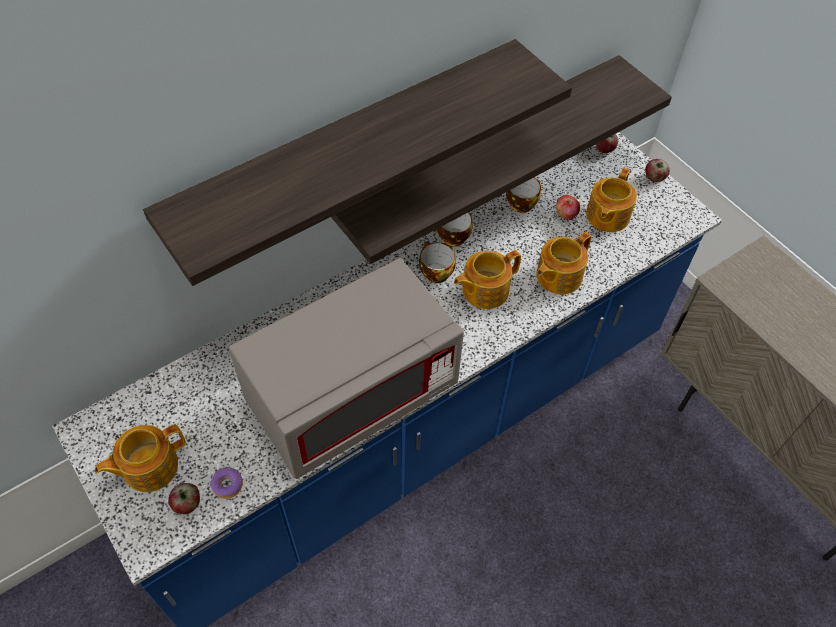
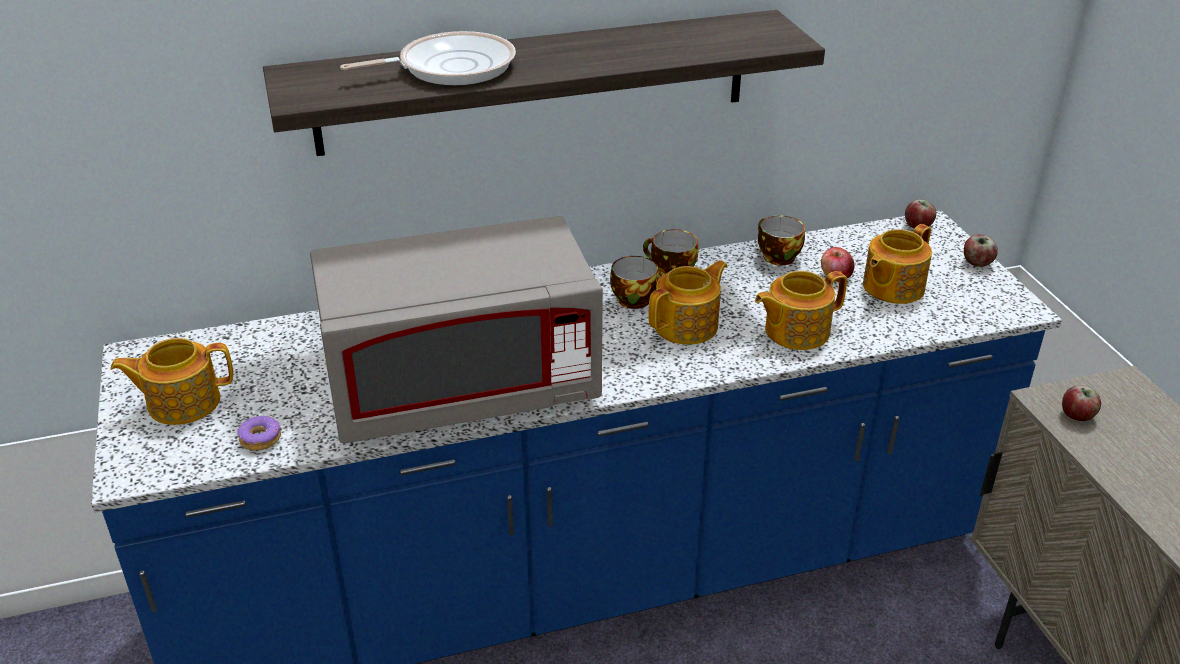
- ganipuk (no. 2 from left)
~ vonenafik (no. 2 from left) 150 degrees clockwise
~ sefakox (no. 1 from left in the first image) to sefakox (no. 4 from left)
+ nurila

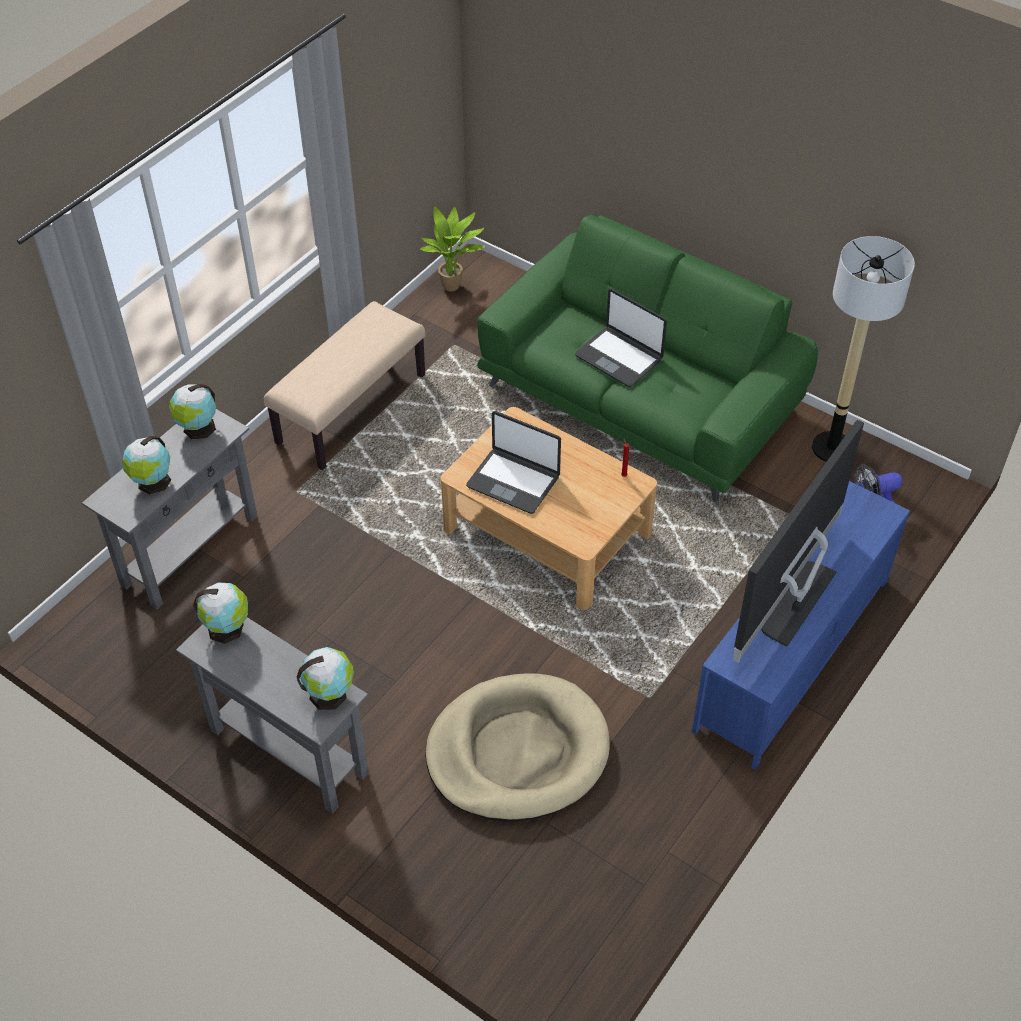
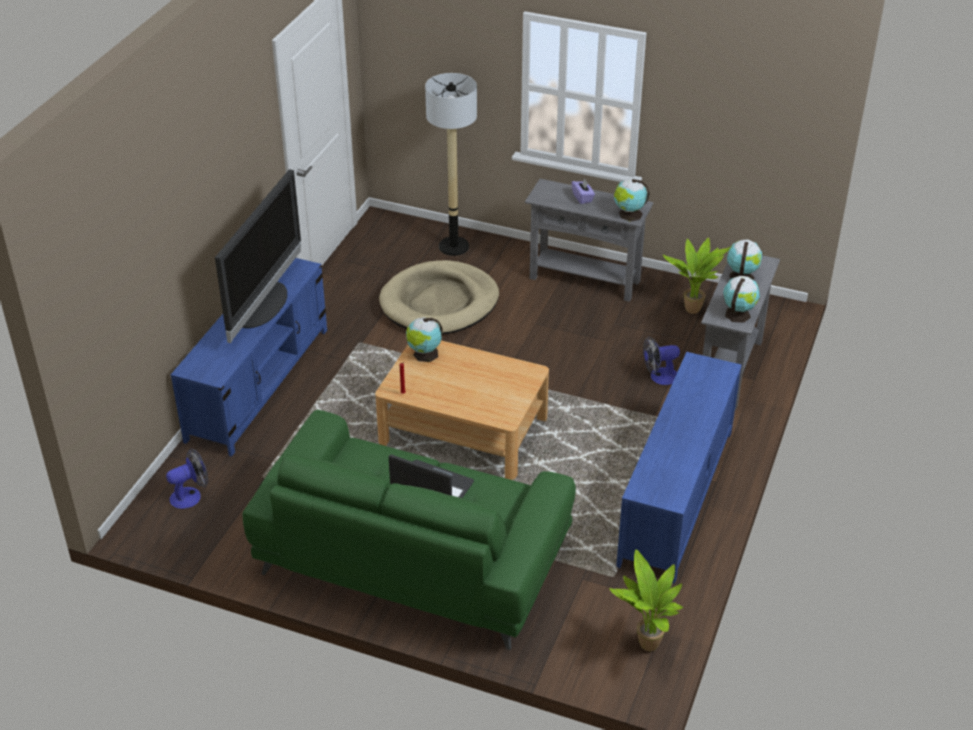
~ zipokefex
~ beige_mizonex to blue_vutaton (no. 2 from left)
- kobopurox (no. 1 from left)
~ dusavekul (no. 4 from left in the first image) to dusavekul (no. 1 from left)
+ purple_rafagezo
+ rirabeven (no. 2 from left)
+ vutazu (no. 2 from left)

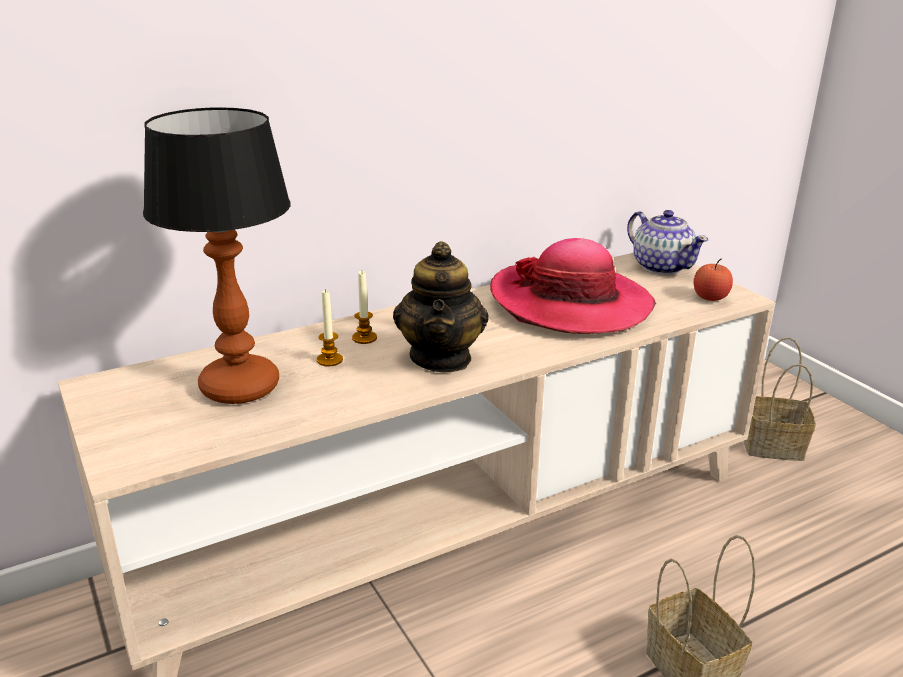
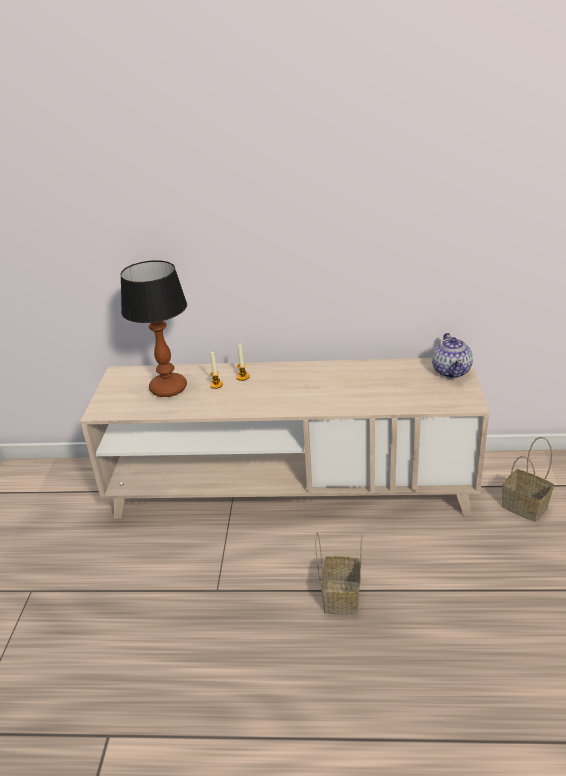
- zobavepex
- vonenafik (no. 1 from left)
- sefakox

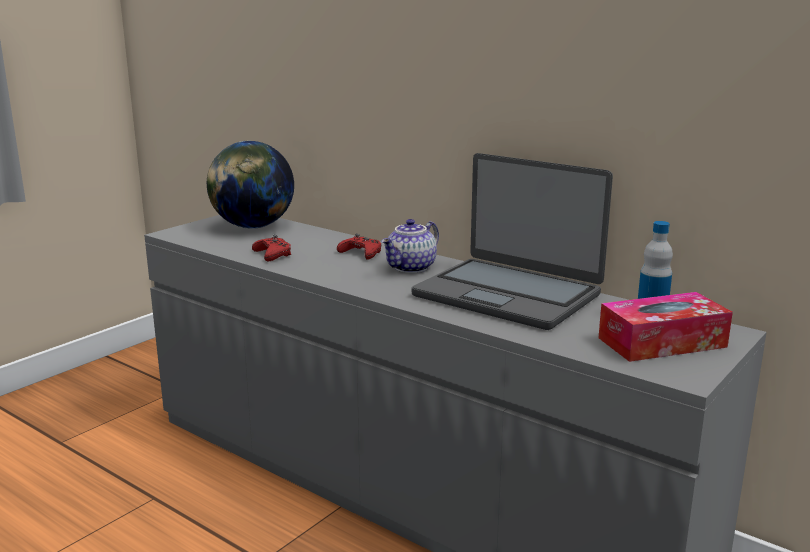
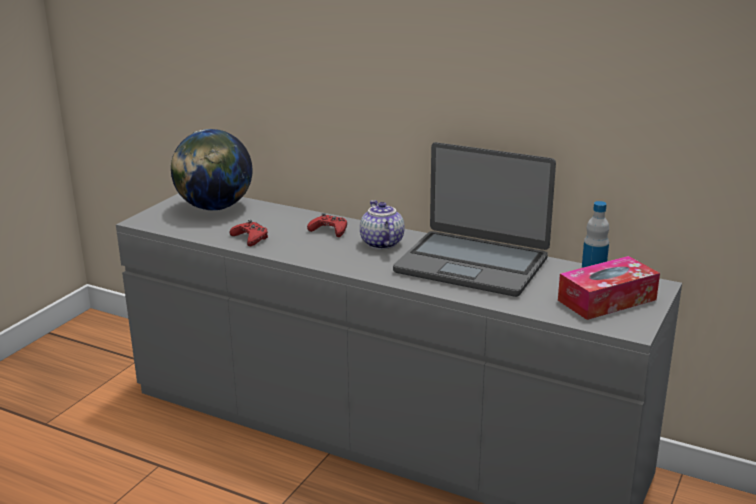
~ vonenafik 135 degrees clockwise

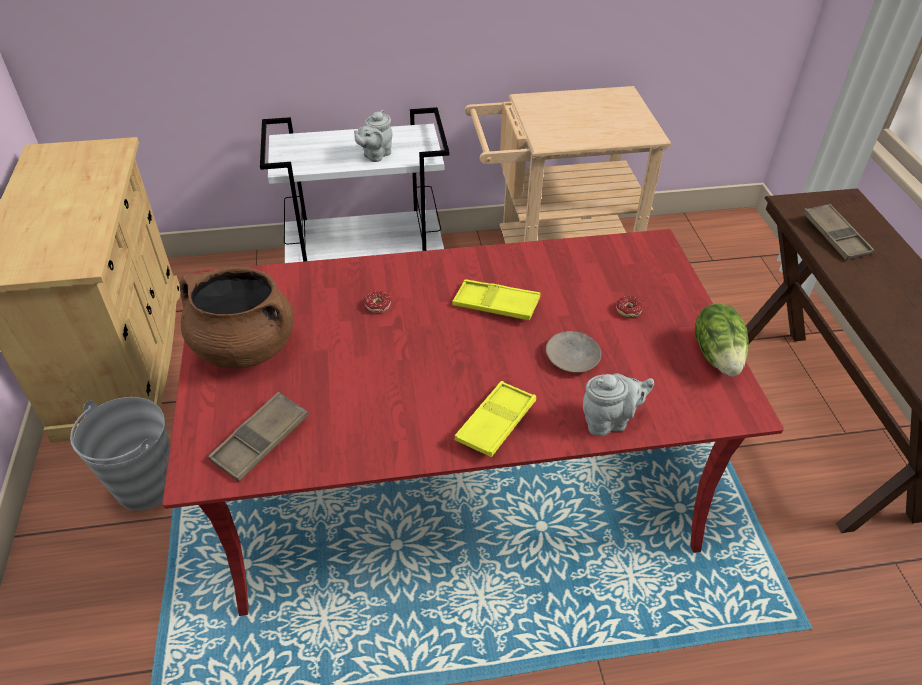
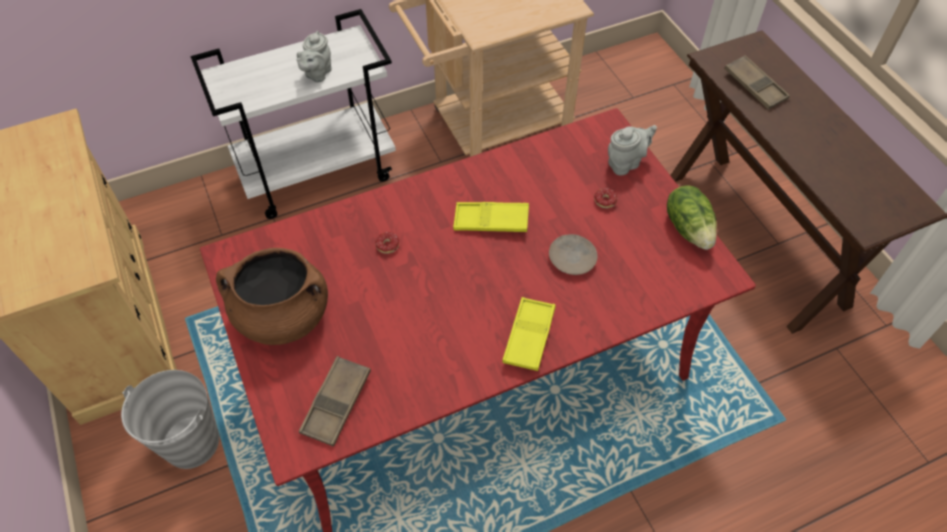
~ grey_vonenafik (no. 2 from left)

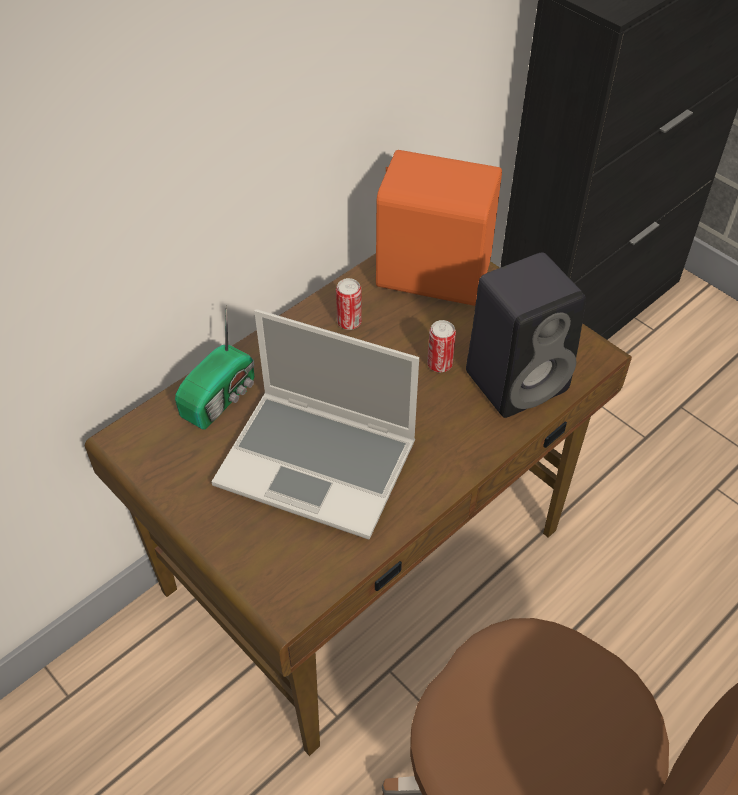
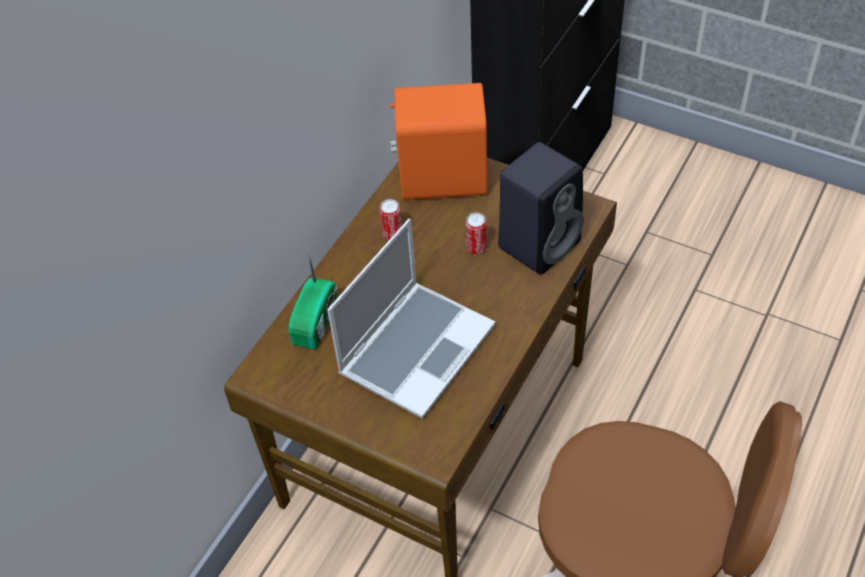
~ kobopurox 60 degrees counterclockwise

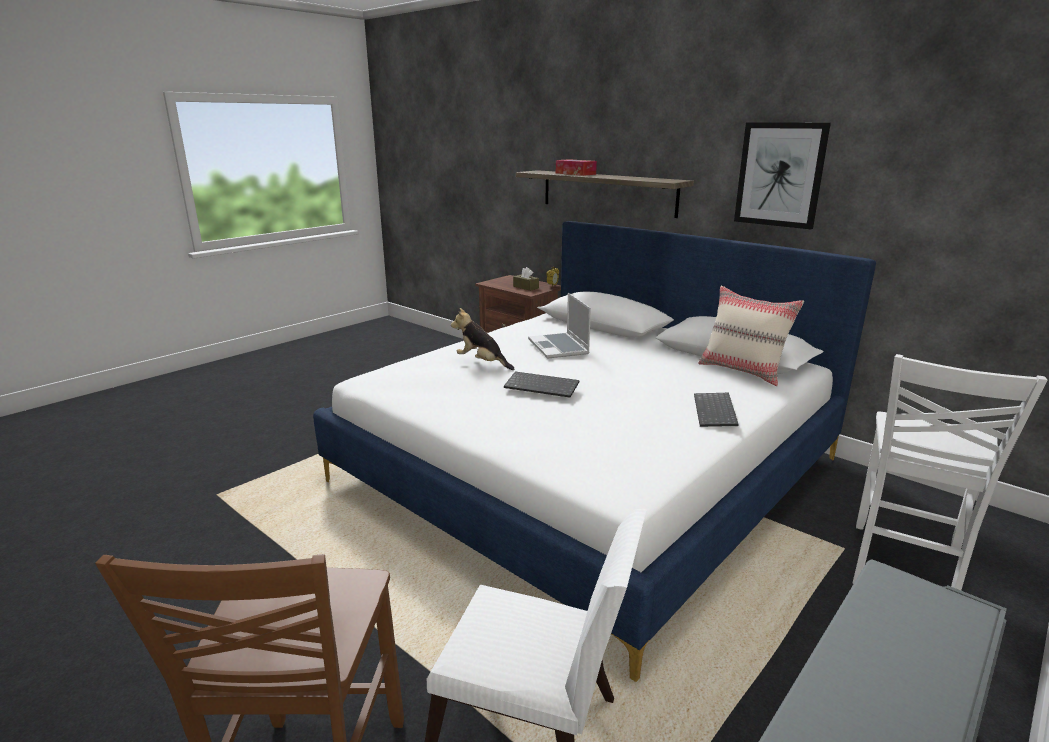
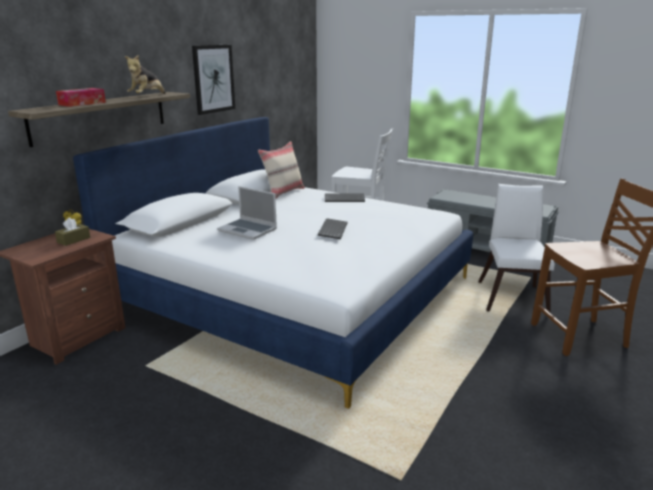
~ kobopurox 60 degrees clockwise
~ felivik

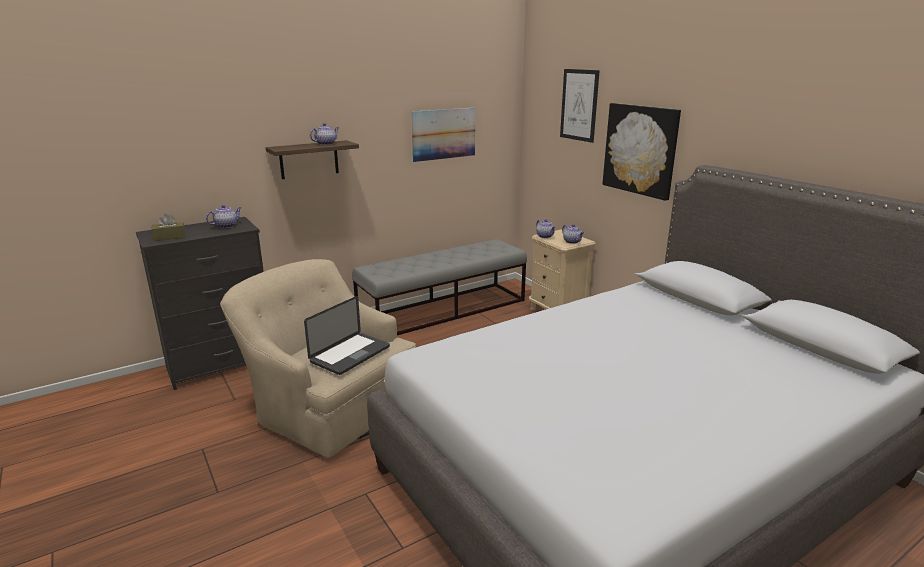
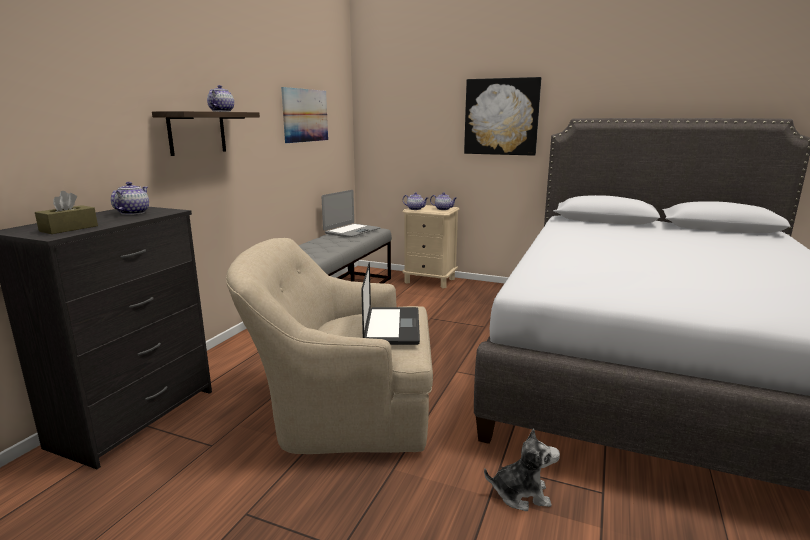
- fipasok (no. 2 from left)
+ kobopurox (no. 1 from left)
+ felivik

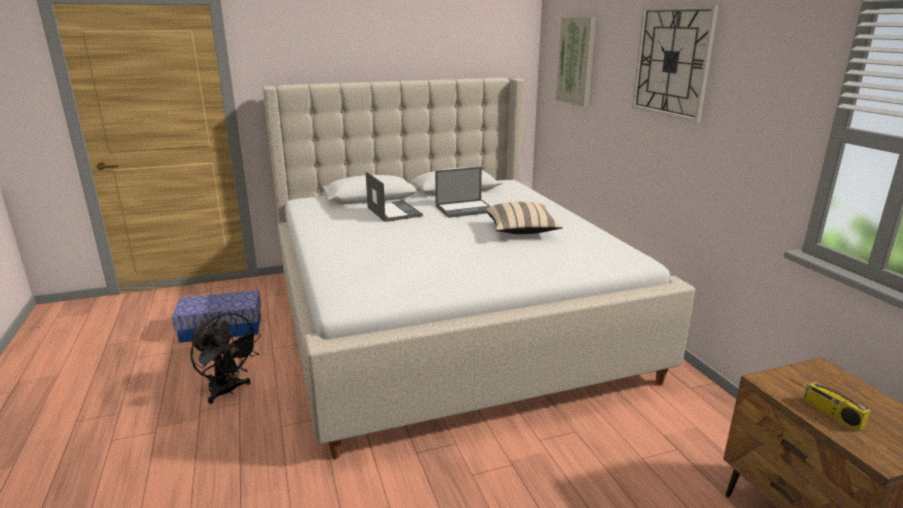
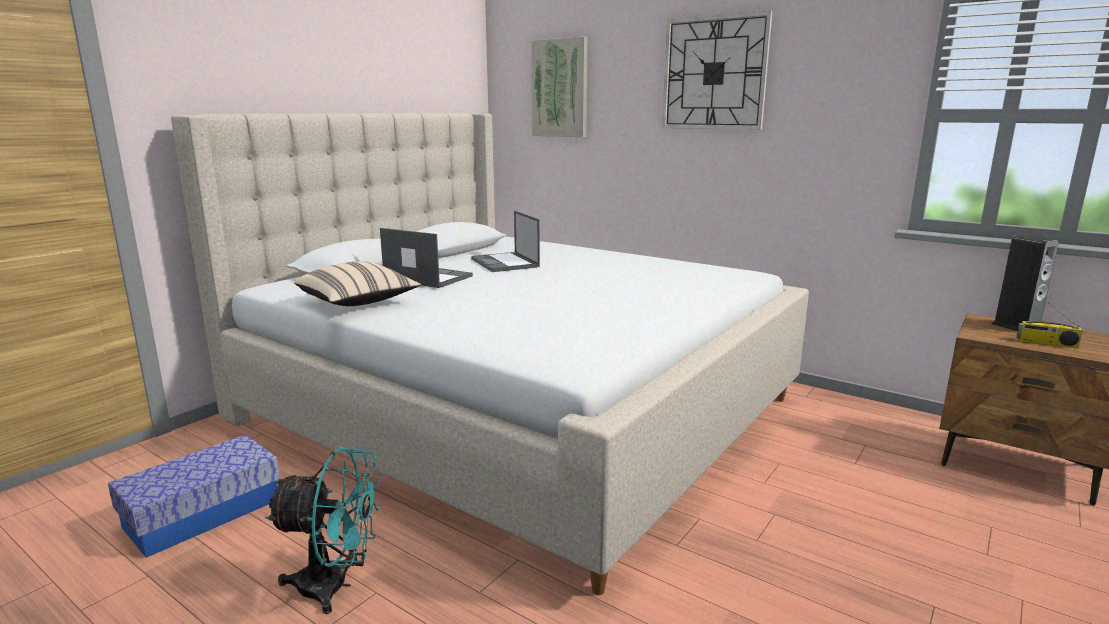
~ kobopurox (no. 2 from left) 120 degrees clockwise
~ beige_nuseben
~ black_vutazu to turquoise_vutazu
+ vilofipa

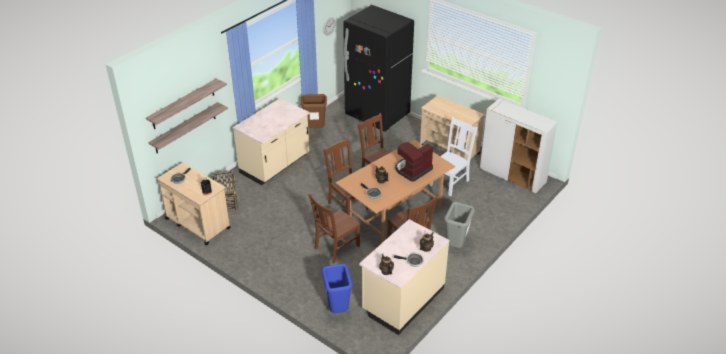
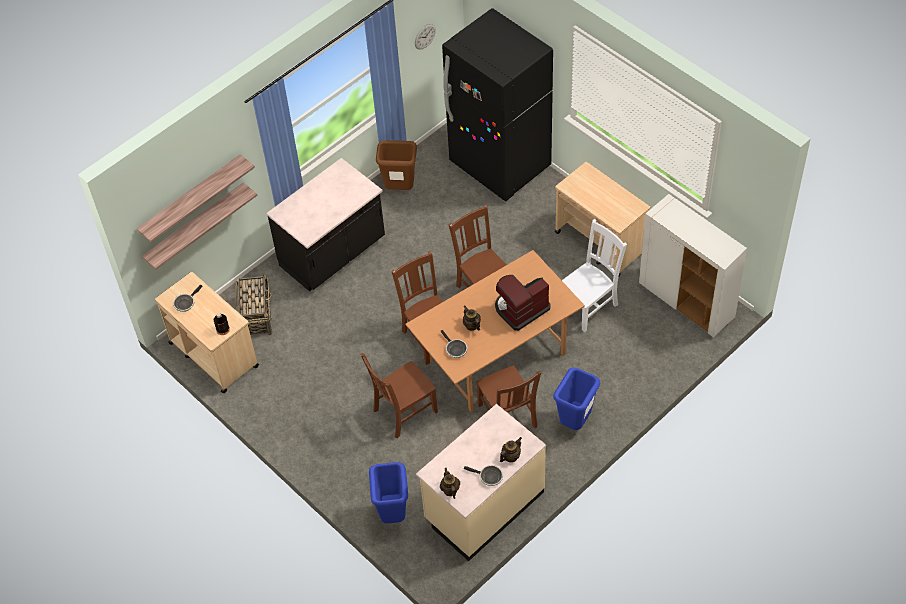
~ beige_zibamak (no. 1 from left) to black_zibamak
~ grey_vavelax to blue_vavelax (no. 2 from left)

